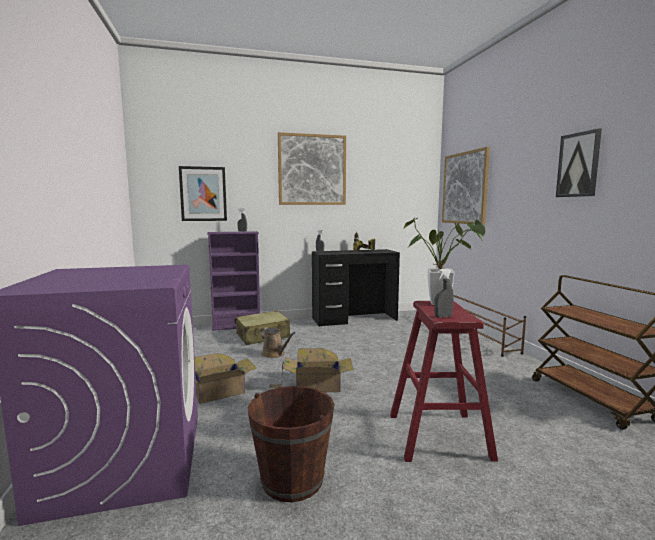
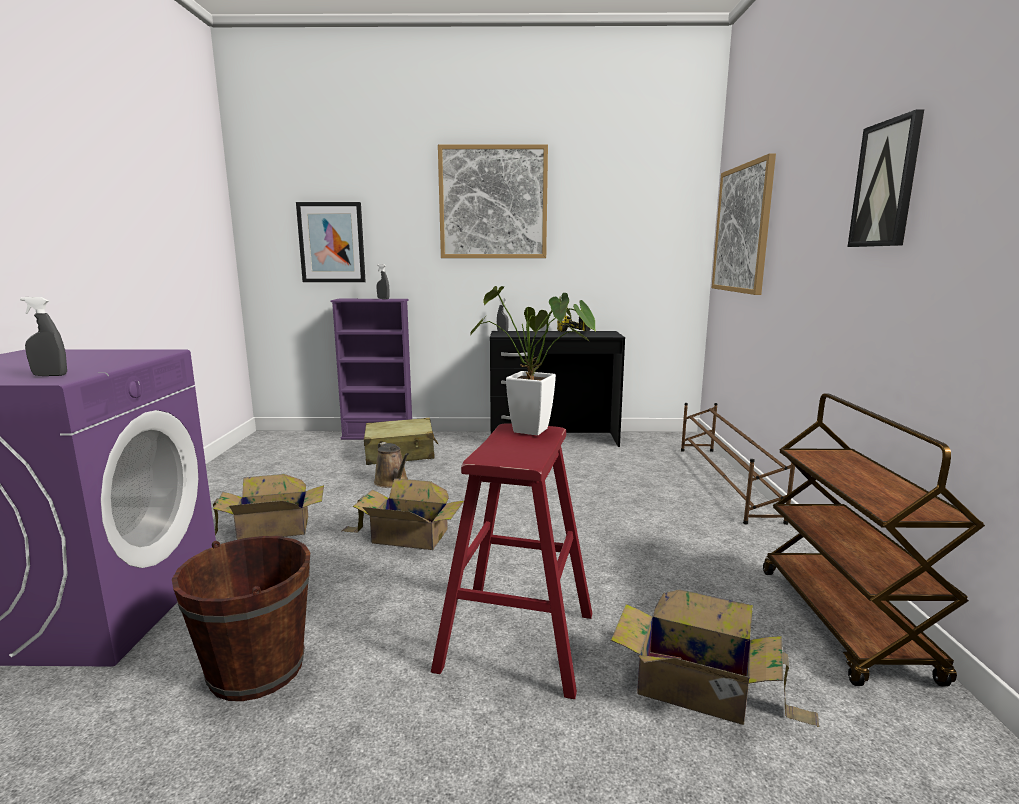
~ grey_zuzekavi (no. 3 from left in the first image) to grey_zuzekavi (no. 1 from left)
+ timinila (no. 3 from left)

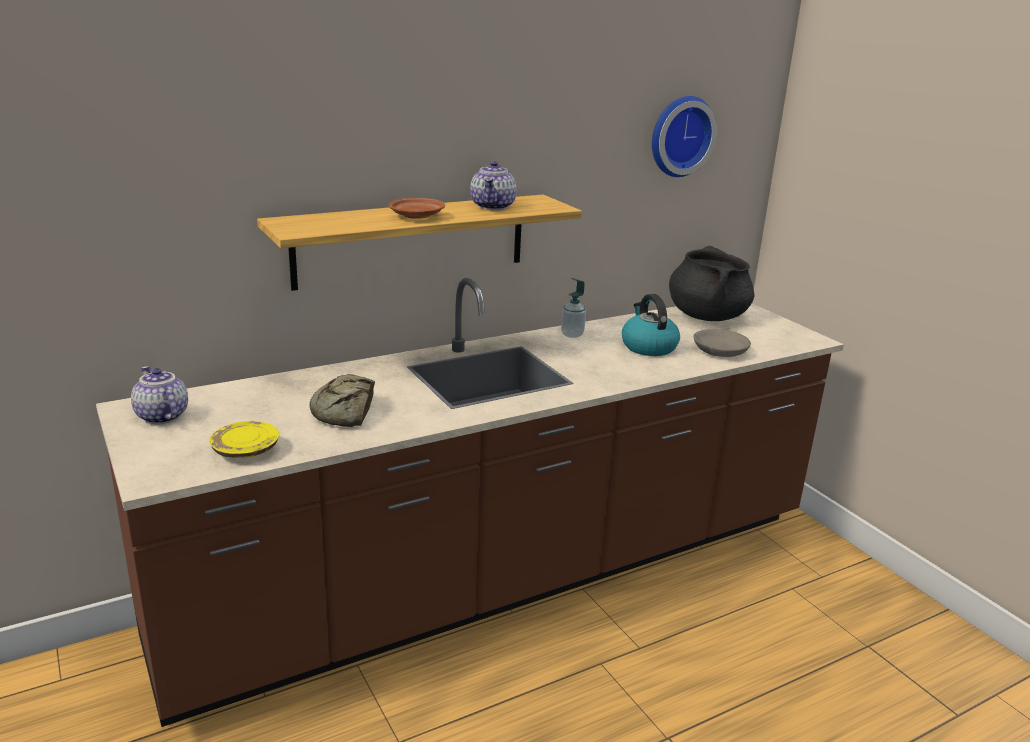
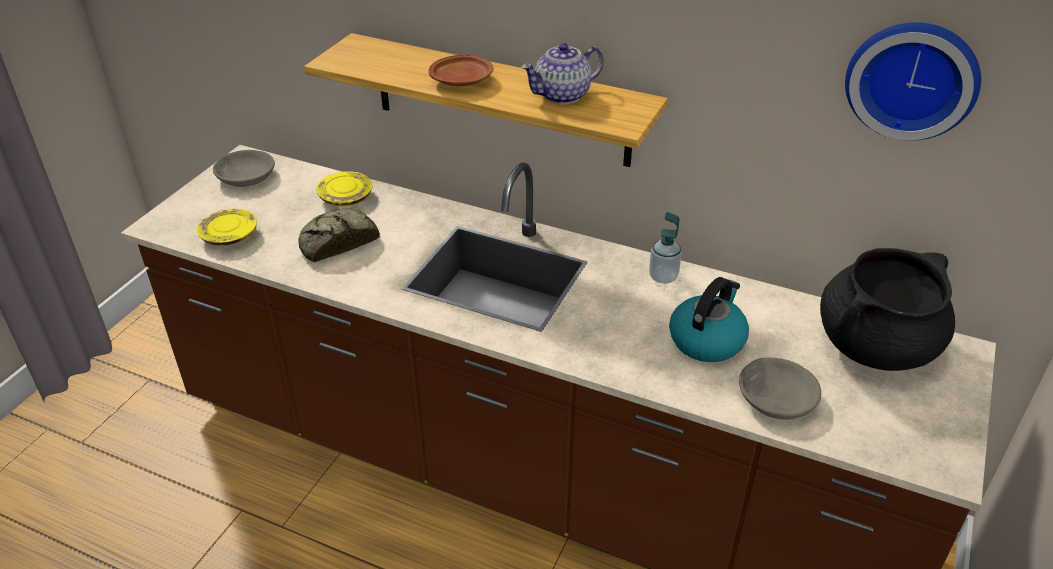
~ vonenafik (no. 1 from left) to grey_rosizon (no. 1 from left)
+ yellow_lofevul (no. 2 from left)

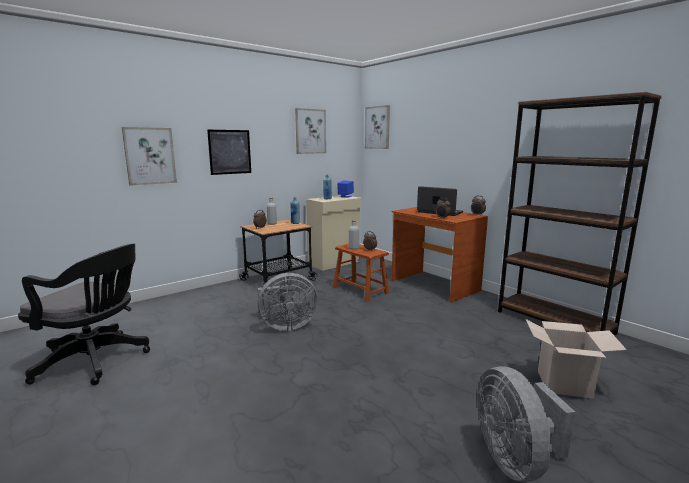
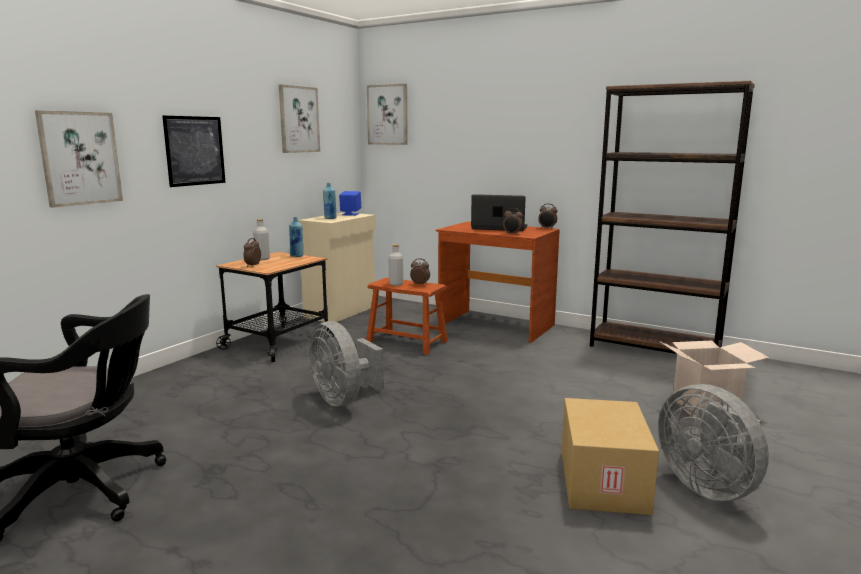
~ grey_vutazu (no. 1 from left) 90 degrees clockwise
+ timinila (no. 1 from left)

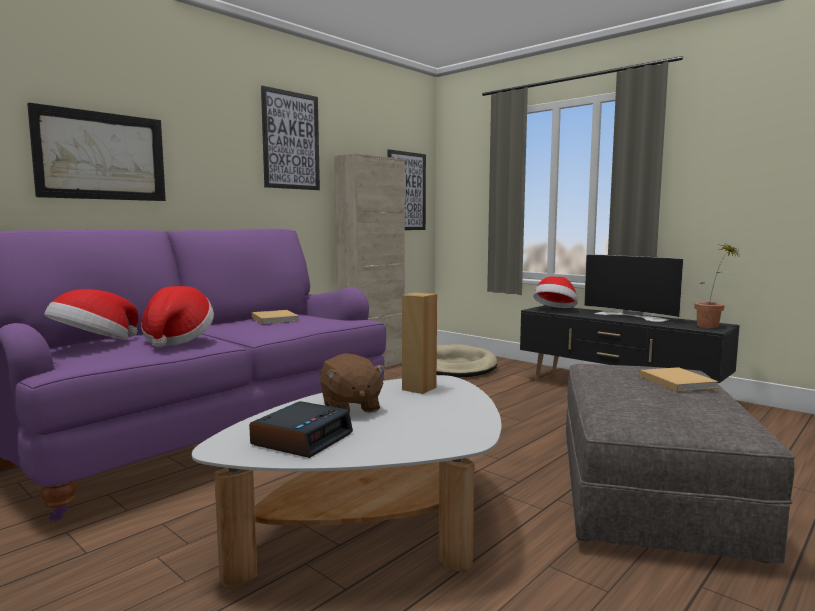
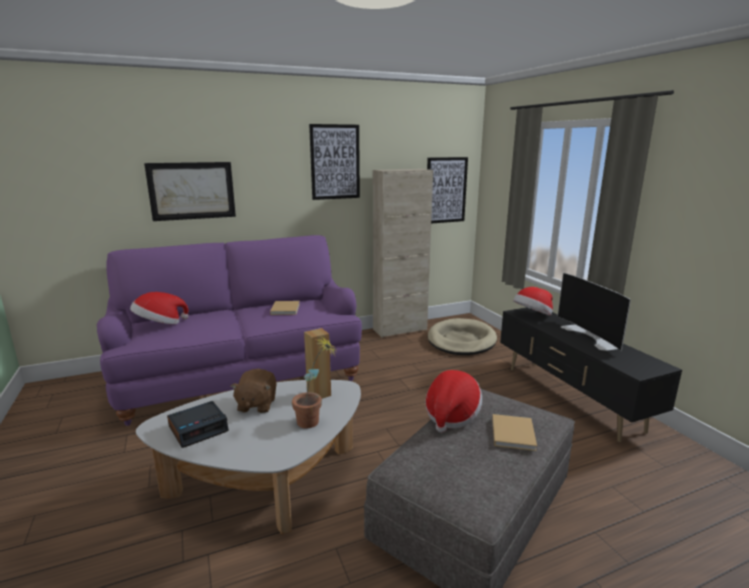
~ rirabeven
~ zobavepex (no. 2 from left)

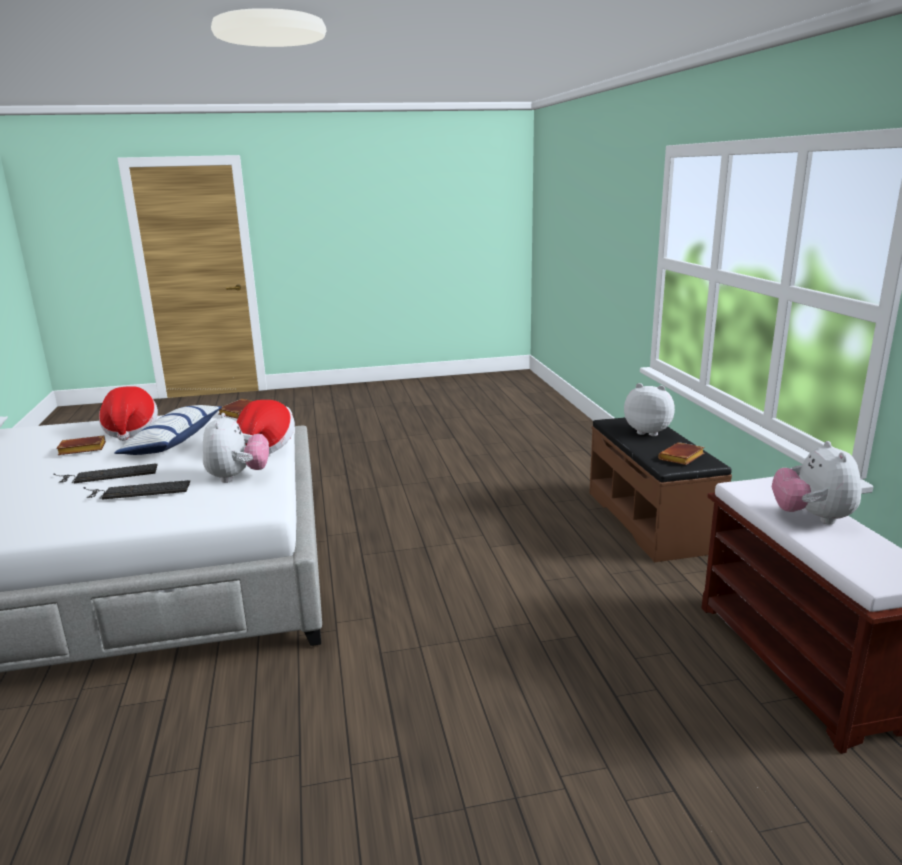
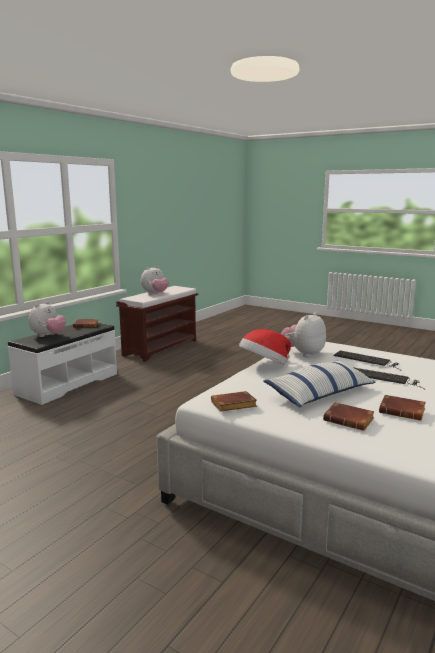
~ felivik (no. 2 from left in the first image) 135 degrees counterclockwise
~ zobavepex (no. 1 from left) to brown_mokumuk (no. 3 from left)
~ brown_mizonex (no. 1 from left) to white_mizonex

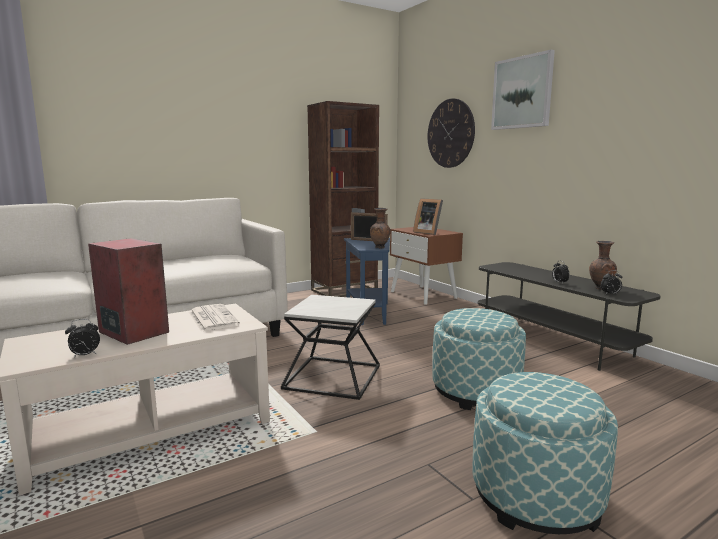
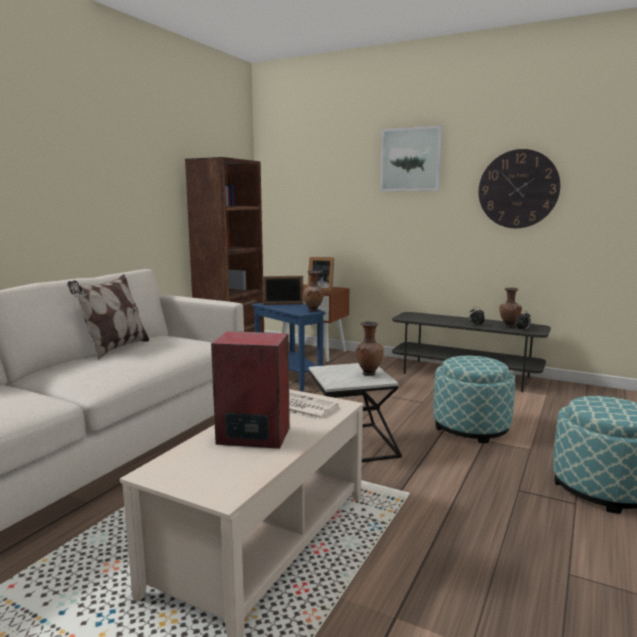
~ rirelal
- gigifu (no. 1 from left)
+ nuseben
+ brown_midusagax (no. 2 from left)

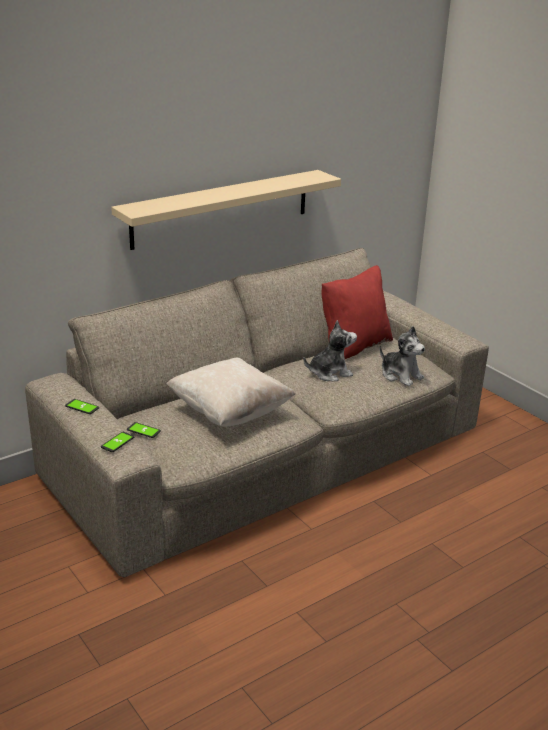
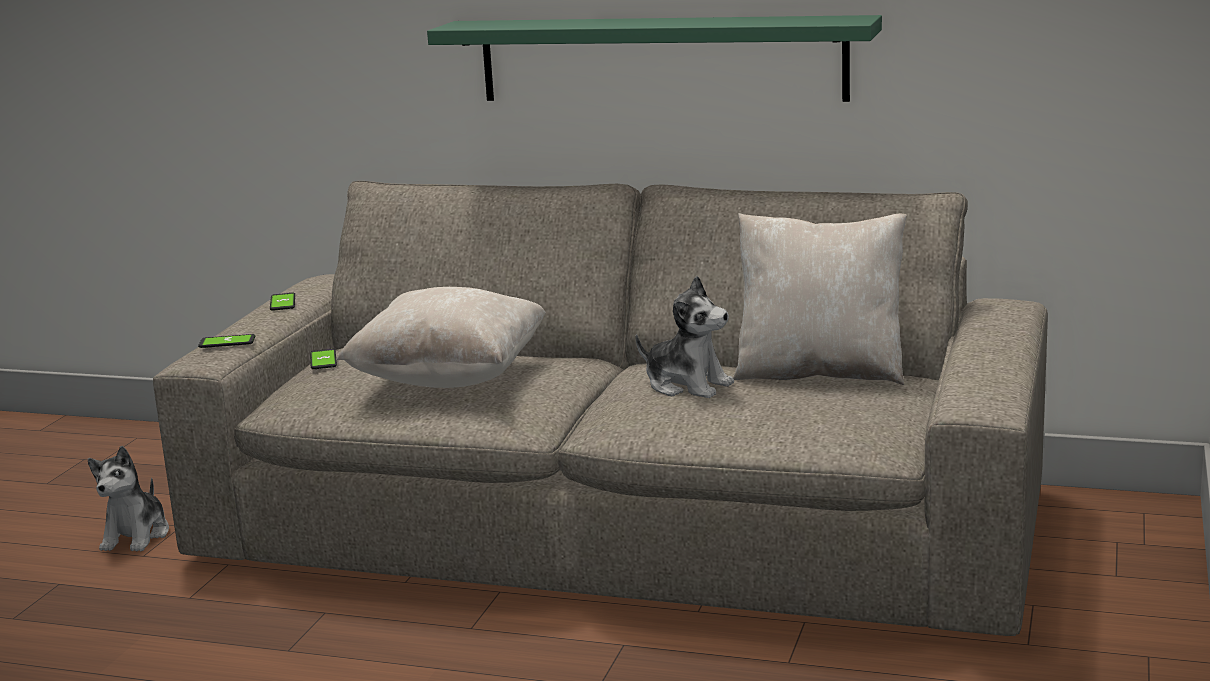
~ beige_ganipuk to green_ganipuk
~ red_nuseben to beige_nuseben (no. 2 from left)
~ felivik (no. 2 from left in the first image) to felivik (no. 1 from left)

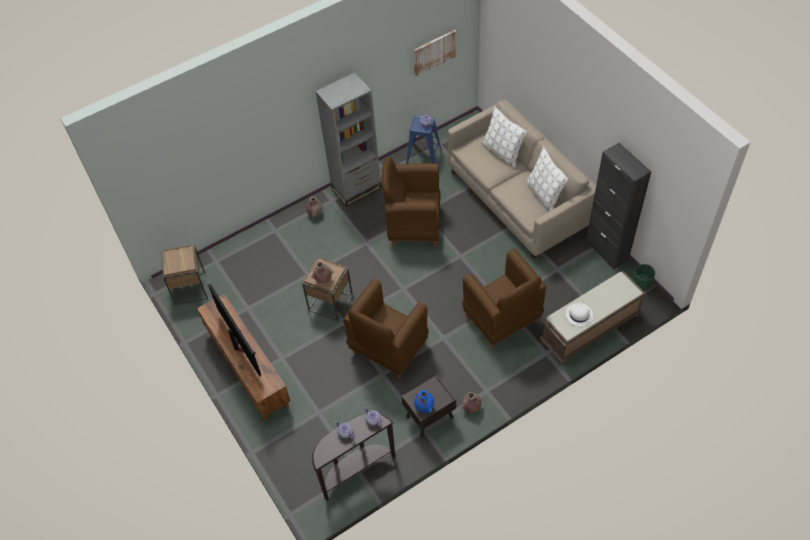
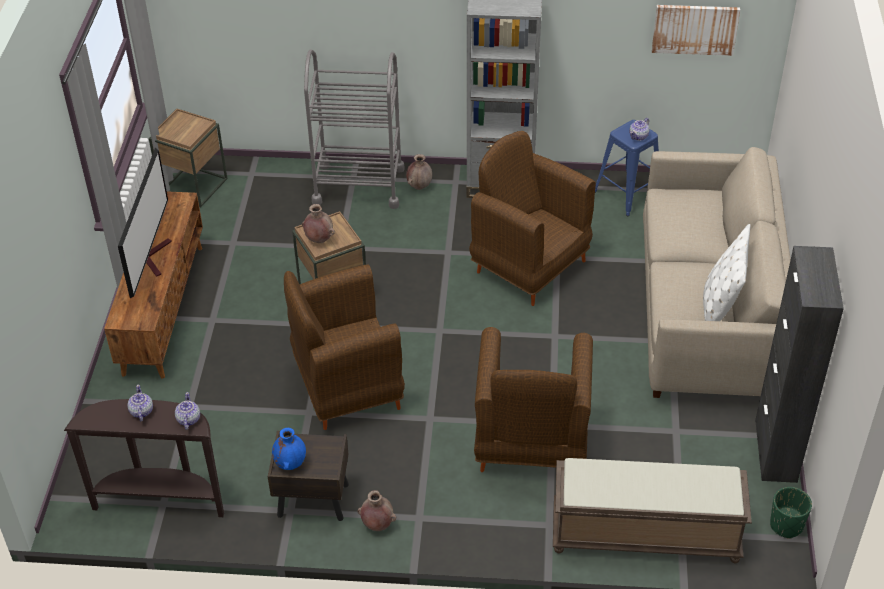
- white_nuseben (no. 1 from left)
- white_zobavepex
+ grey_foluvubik

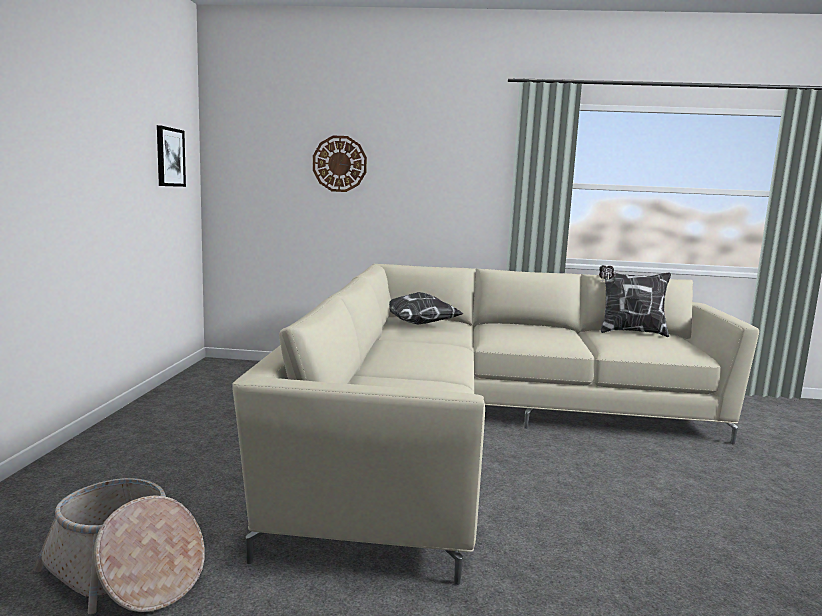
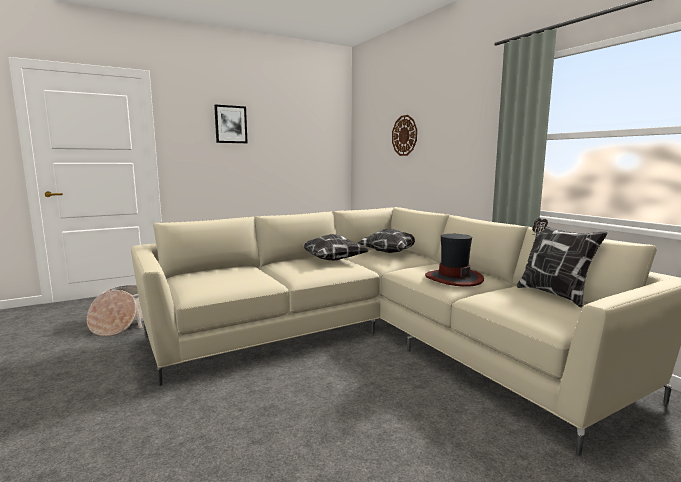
~ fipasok
+ nuseben (no. 1 from left)
+ zobavepex

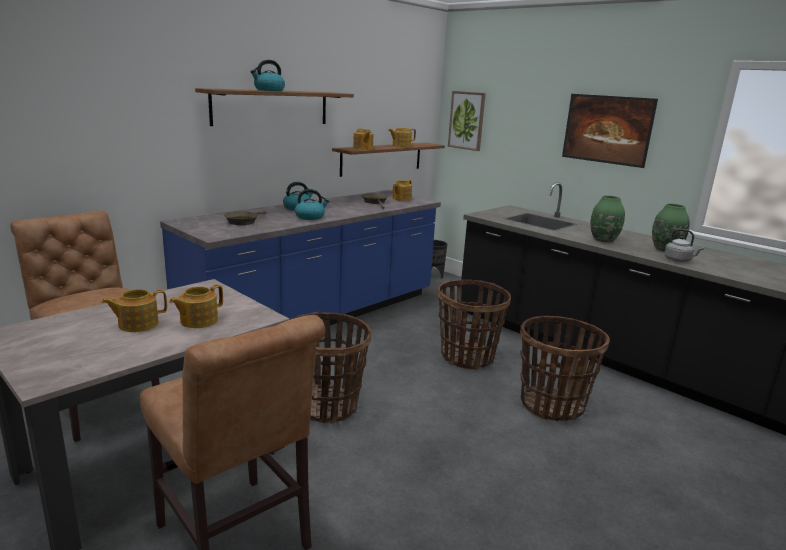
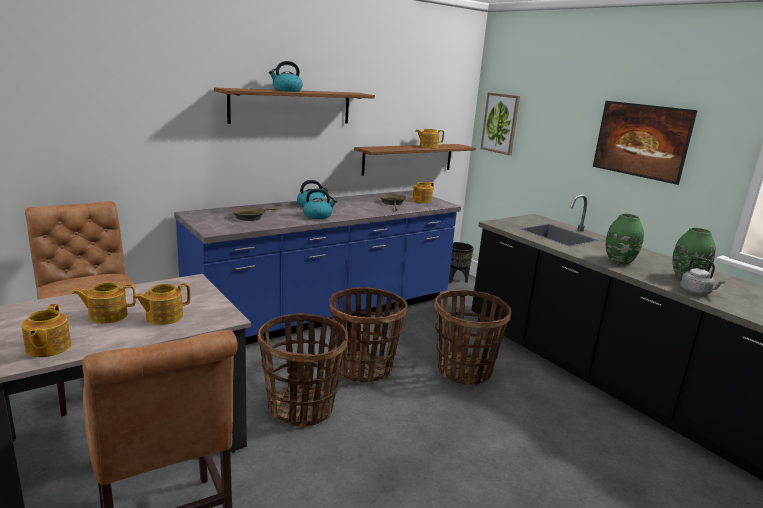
~ vonenafik (no. 3 from left in the first image) to vonenafik (no. 1 from left)
~ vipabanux (no. 3 from left in the first image) to vipabanux (no. 2 from left)

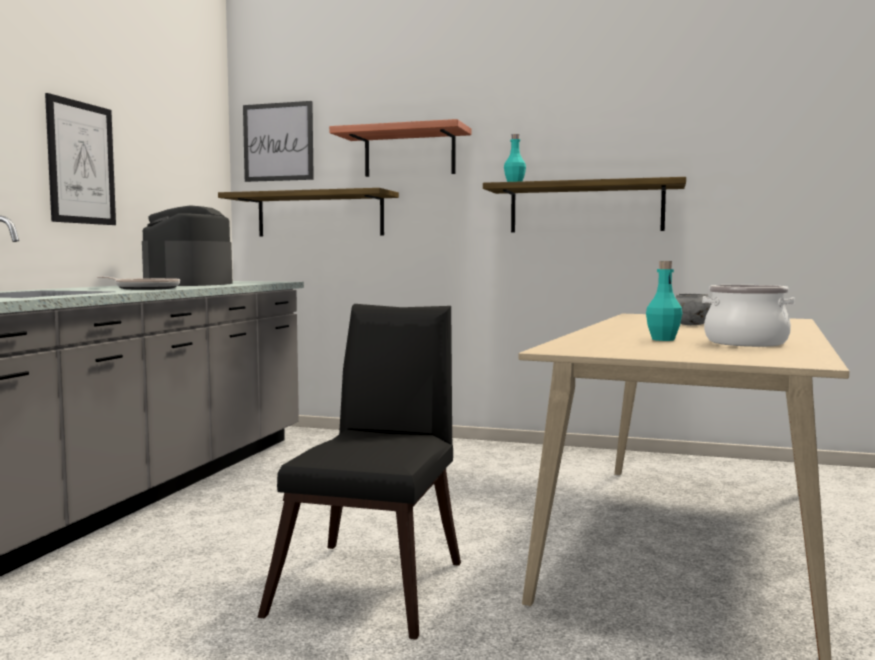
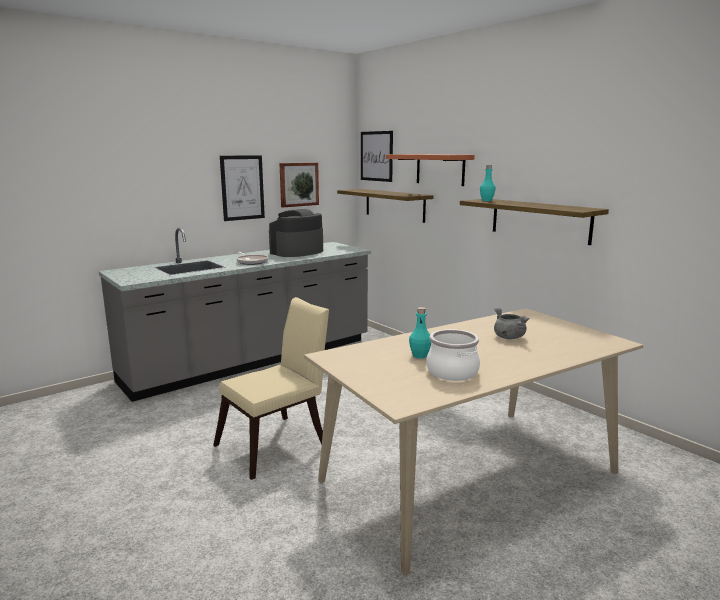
~ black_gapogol to beige_gapogol
+ fipasok (no. 2 from left)

